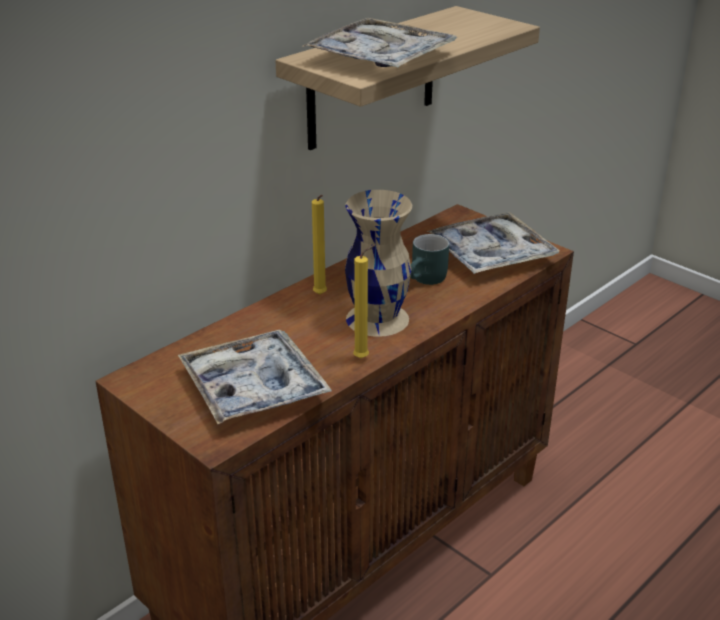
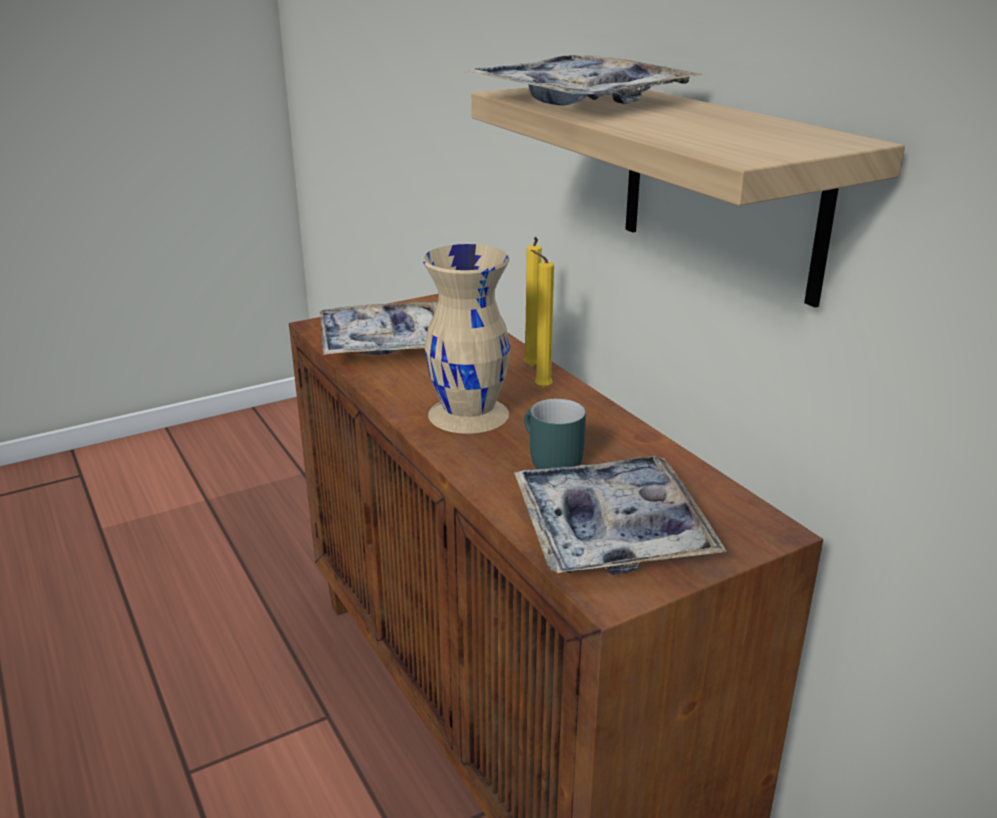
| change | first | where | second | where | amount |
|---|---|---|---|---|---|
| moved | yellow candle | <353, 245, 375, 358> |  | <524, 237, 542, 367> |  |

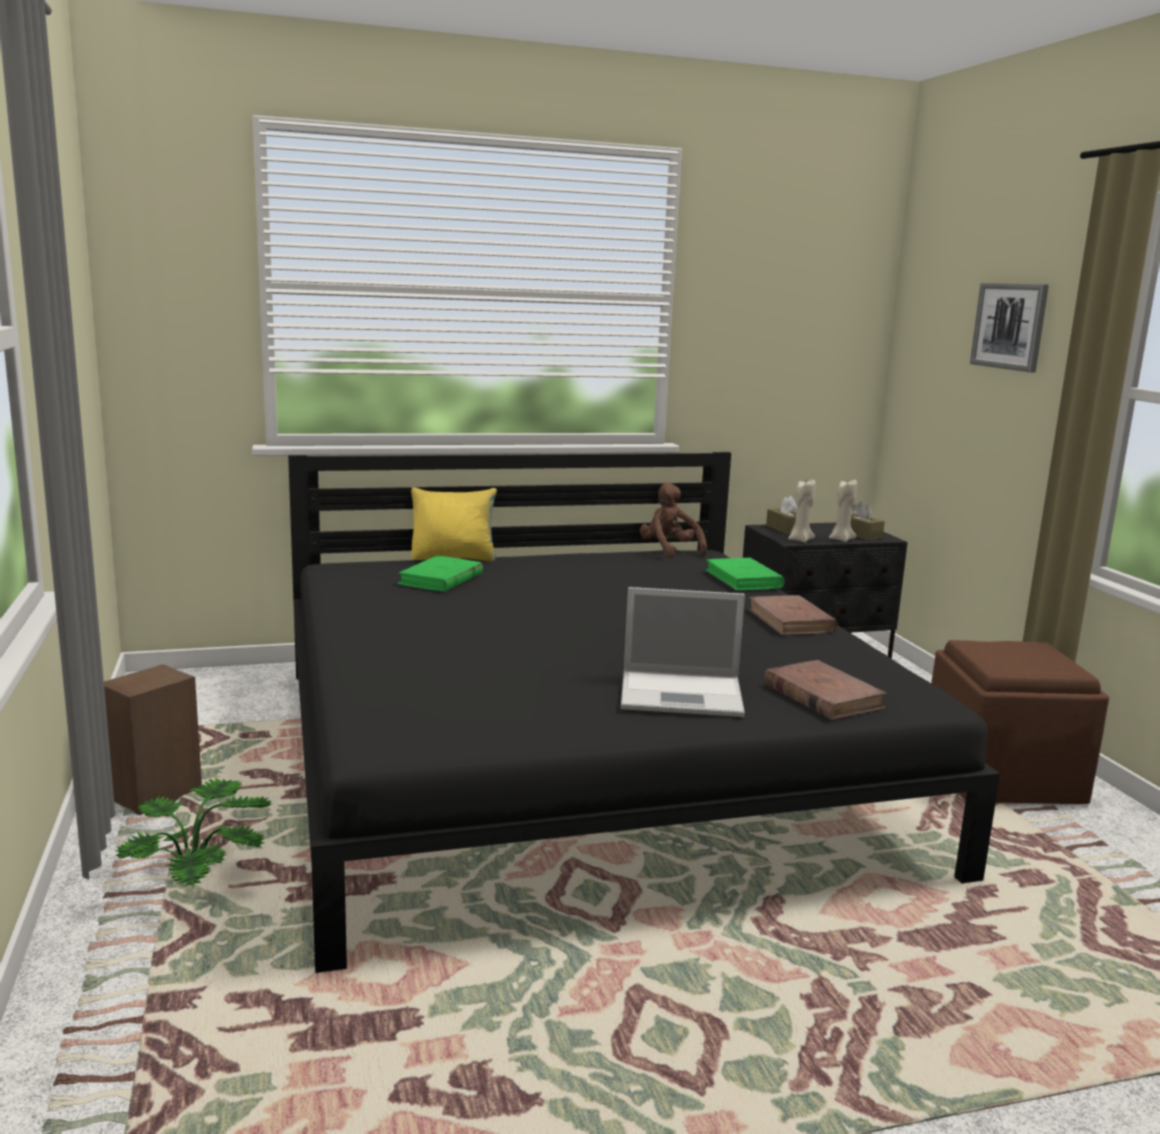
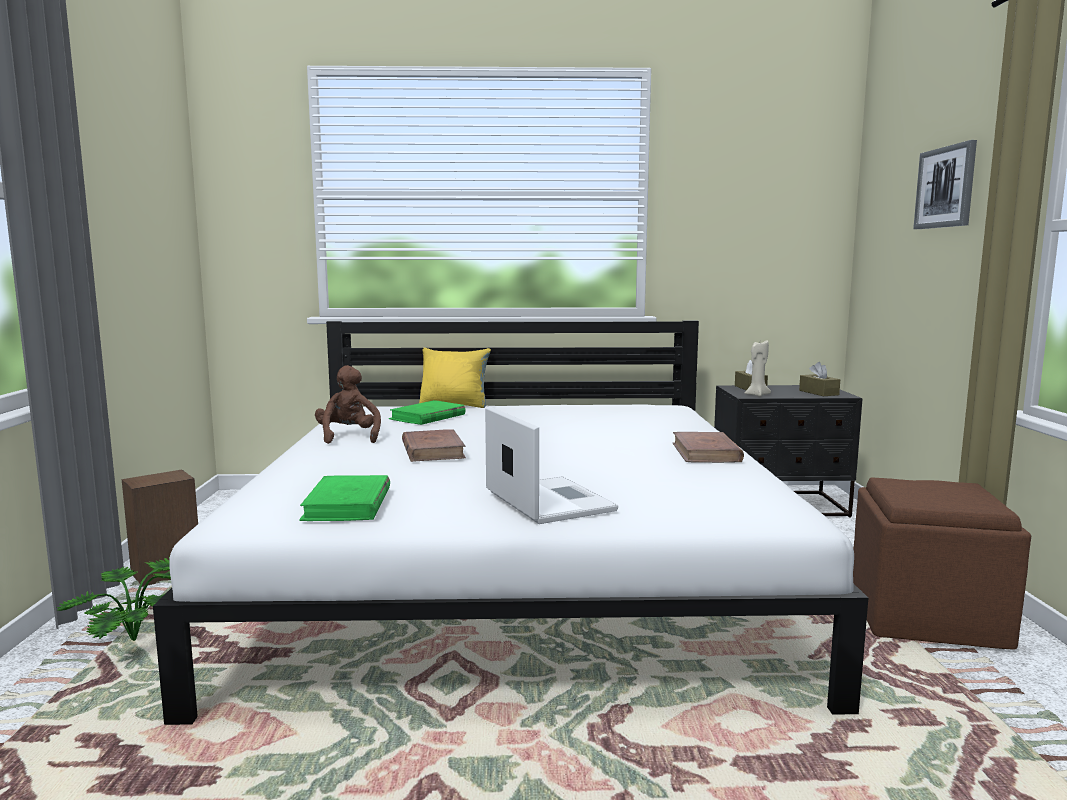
| change | first | where | second | where | amount |
|---|---|---|---|---|---|
| removed | beige candle | <829, 480, 857, 542> |  |  |  |
| moved | brown plush toy | <640, 483, 707, 558> |  | <315, 365, 381, 444> |  |
| moved | green book | <705, 558, 785, 590> |  | <299, 475, 390, 521> |  |
| moved | brown book | <764, 660, 887, 720> |  | <402, 429, 466, 462> |  |
| recoloured | black bed | <288, 452, 1000, 973> | white bed | <153, 321, 868, 725> |  |
| turned | laptop | <621, 587, 745, 717> |  | <485, 406, 618, 524> | 135 degrees counterclockwise |

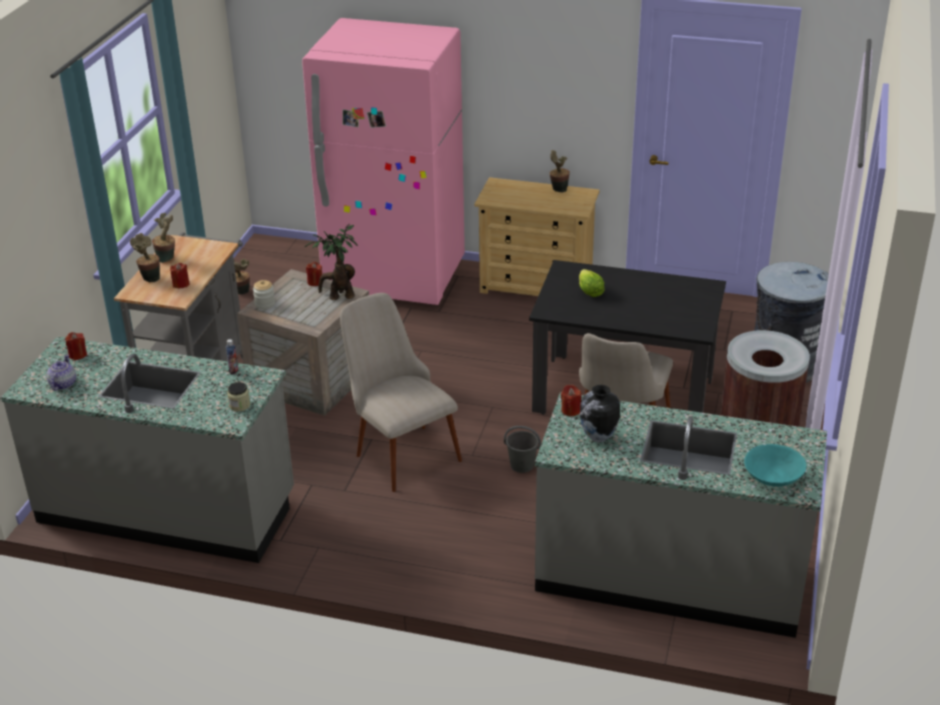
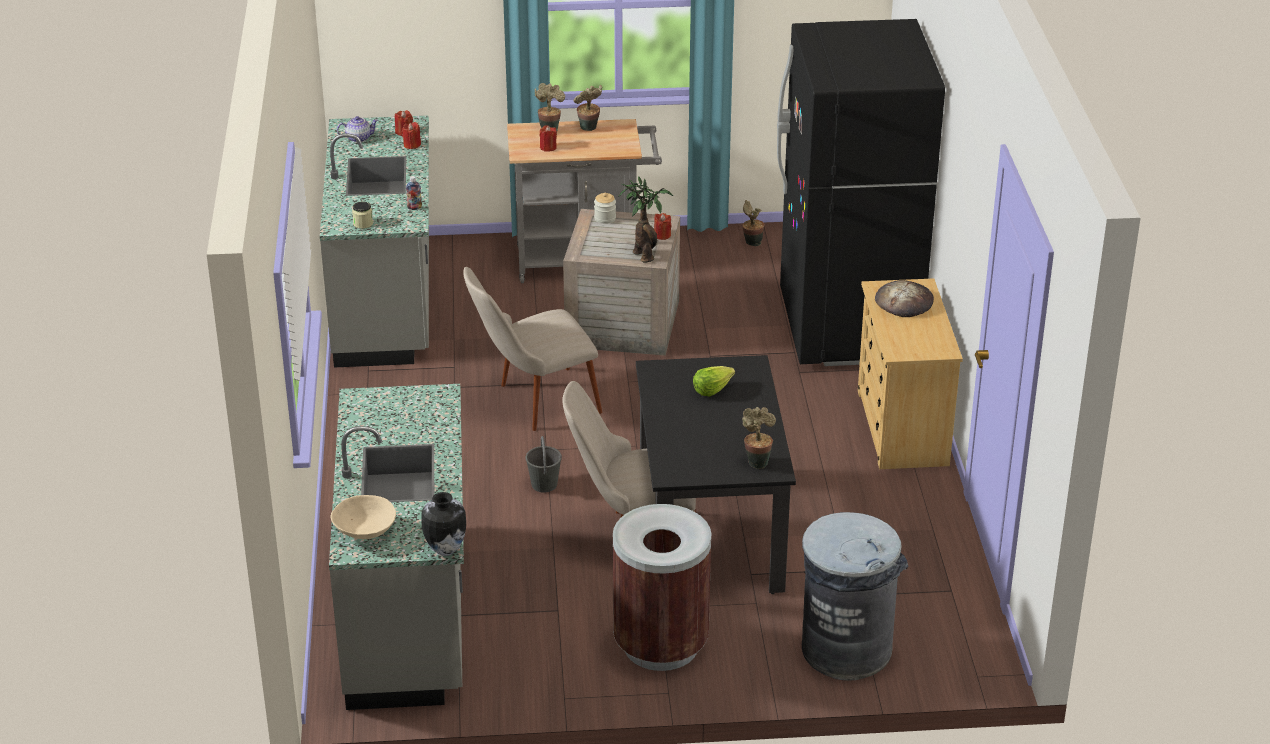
| change | first | where | second | where | amount |
|---|---|---|---|---|---|
| added |  |  | bread | <875, 280, 934, 317> |  |
| moved | potted plant | <549, 150, 570, 193> |  | <742, 407, 776, 469> |  |
| moved | red candle | <561, 385, 581, 416> |  | <401, 122, 421, 149> |  |
| moved | vase | <580, 385, 620, 442> |  | <421, 492, 466, 556> |  |
| recoloured | pink fridge | <302, 18, 465, 305> | black fridge | <777, 19, 945, 366> |  |
| recoloured | turquoise bowl | <744, 444, 806, 487> | beige bowl | <331, 495, 396, 539> |  |
| turned | beige chair | <340, 293, 462, 492> |  | <463, 267, 602, 431> | 150 degrees counterclockwise |

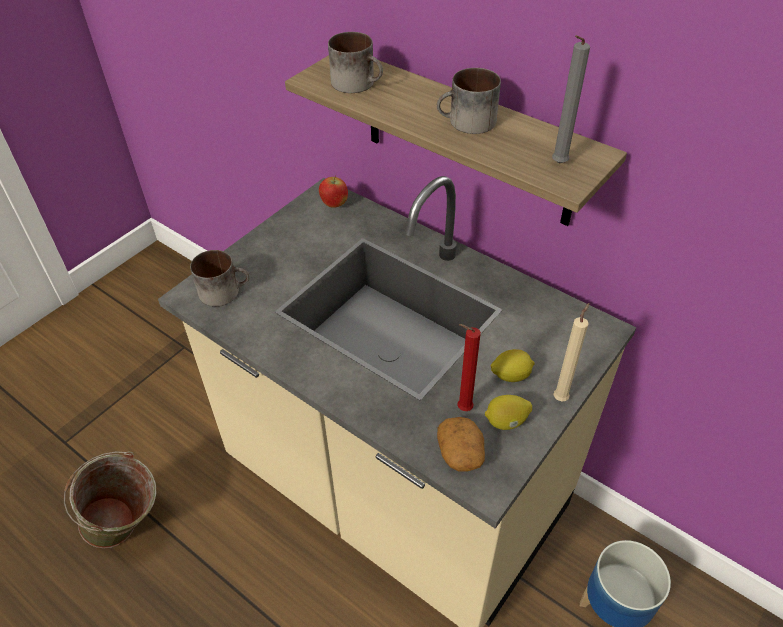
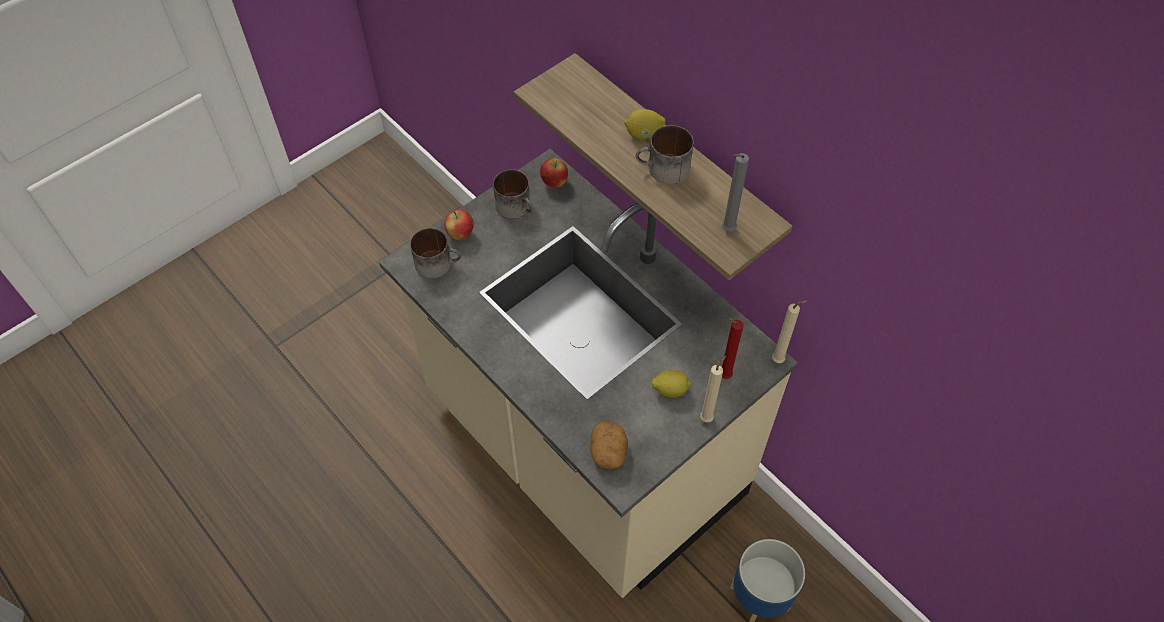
| change | first | where | second | where | amount |
|---|---|---|---|---|---|
| removed | green bucket | <64, 451, 157, 548> |  |  |  |
| added |  |  | apple | <444, 209, 474, 240> |  |
| added |  |  | beige candle | <772, 300, 808, 363> |  |
| moved | mug | <328, 32, 383, 93> |  | <493, 170, 534, 219> |  |
| moved | red candle | <457, 324, 481, 411> |  | <722, 318, 744, 379> |  |
| moved | lemon | <485, 395, 532, 430> |  | <624, 109, 665, 139> |  |

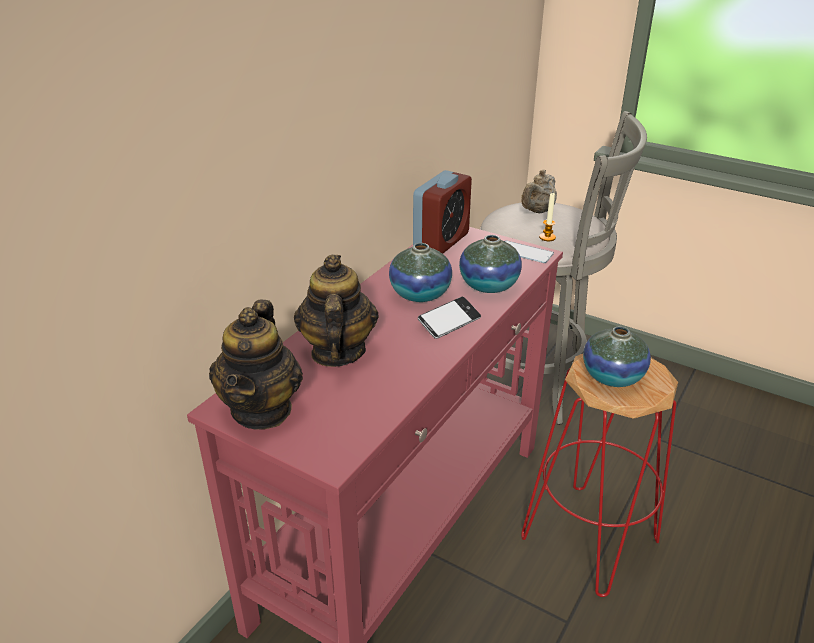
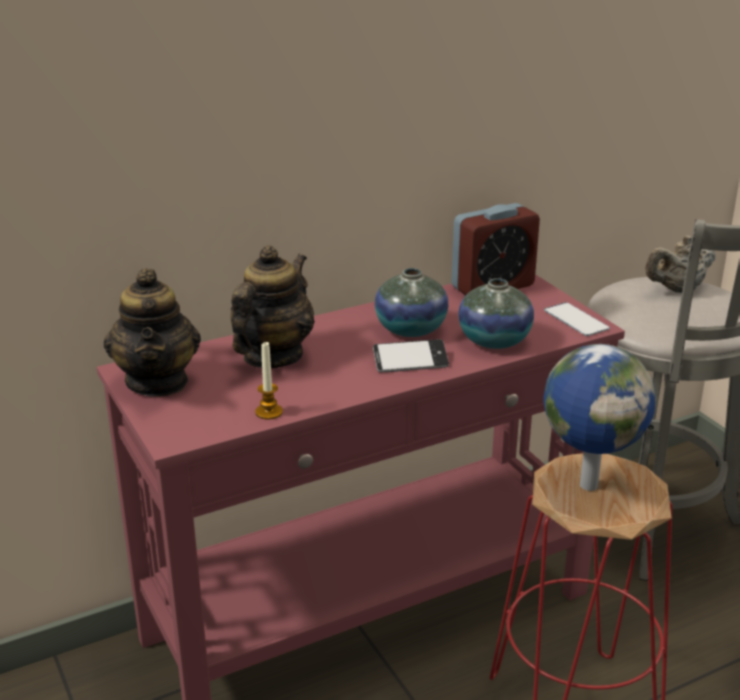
| change | first | where | second | where | amount |
|---|---|---|---|---|---|
| moved | candle | <539, 193, 556, 241> |  | <255, 342, 283, 420> |  |
| replaced | vase | <583, 326, 651, 387> | globe | <544, 344, 656, 491> |  |
| turned | teapot | <209, 300, 303, 430> |  | <104, 268, 201, 397> | 45 degrees counterclockwise |

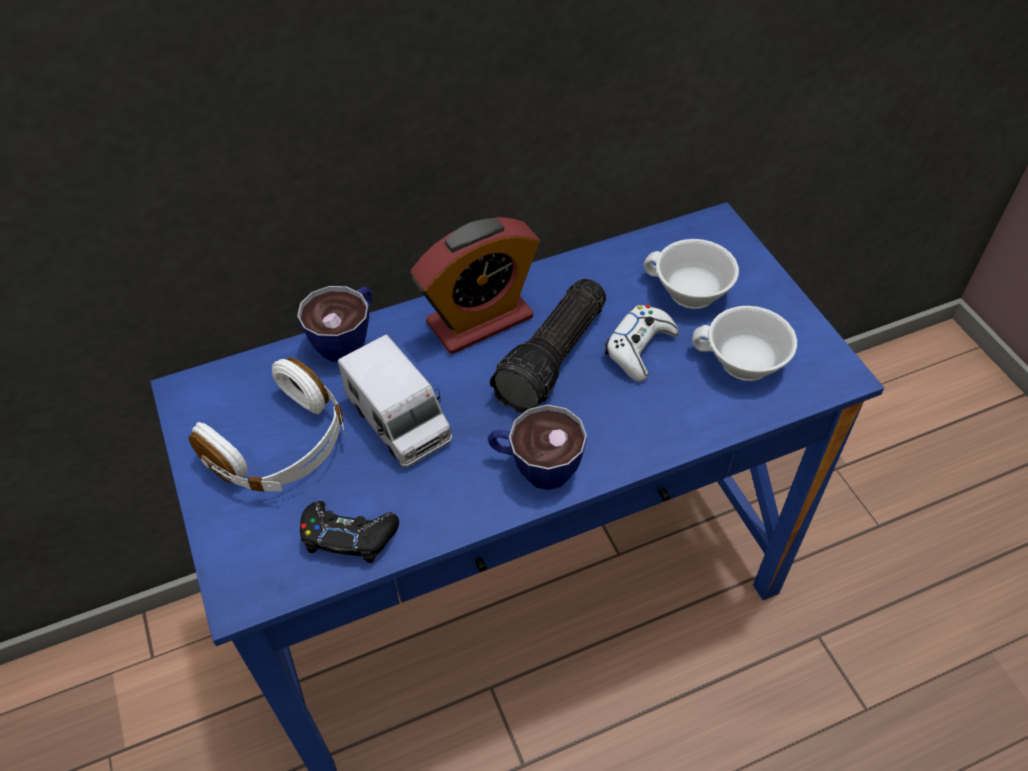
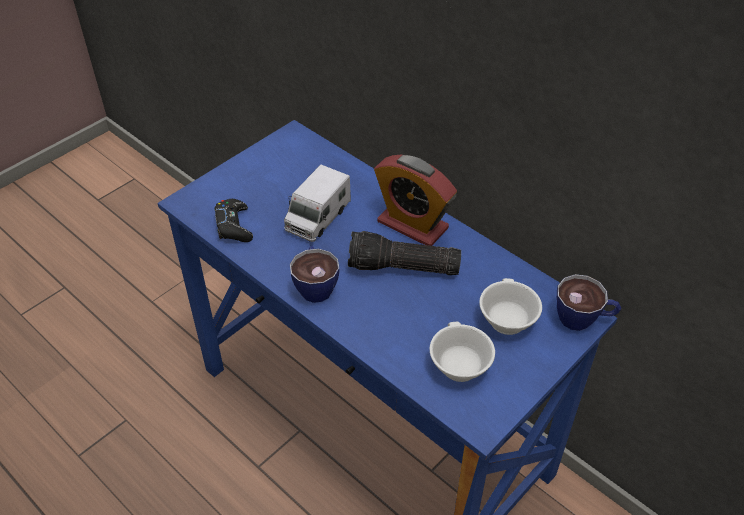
| change | first | where | second | where | amount |
|---|---|---|---|---|---|
| removed | white headphones | <188, 357, 345, 492> |  |  |  |
| removed | white game controller | <605, 305, 678, 382> |  |  |  |
| moved | cup | <297, 286, 372, 362> |  | <557, 274, 621, 331> |  |

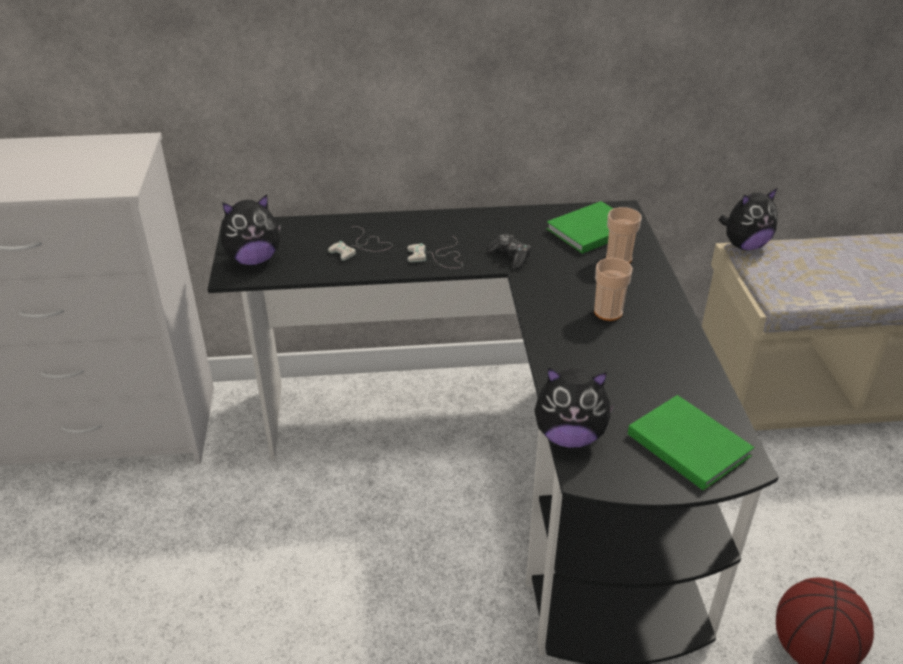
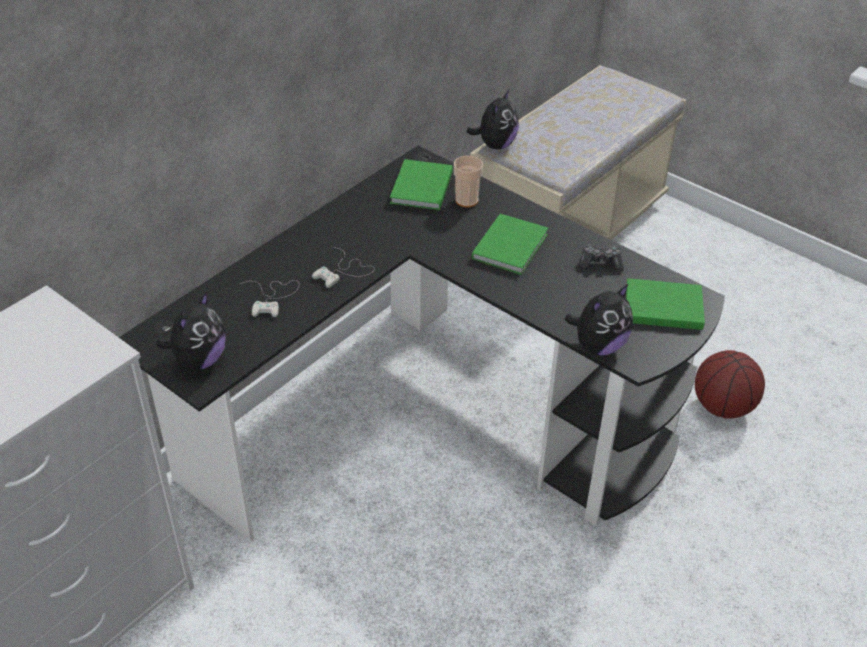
| change | first | where | second | where | amount |
|---|---|---|---|---|---|
| moved | game controller | <486, 234, 531, 270> |  | <579, 244, 624, 272> |  |
| replaced | cup | <594, 258, 633, 321> | green book | <472, 214, 548, 275> |  |

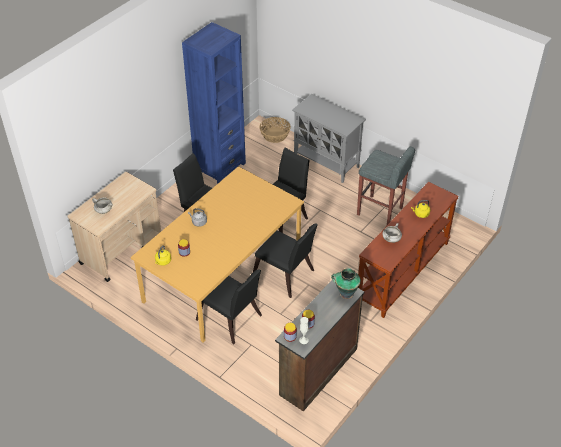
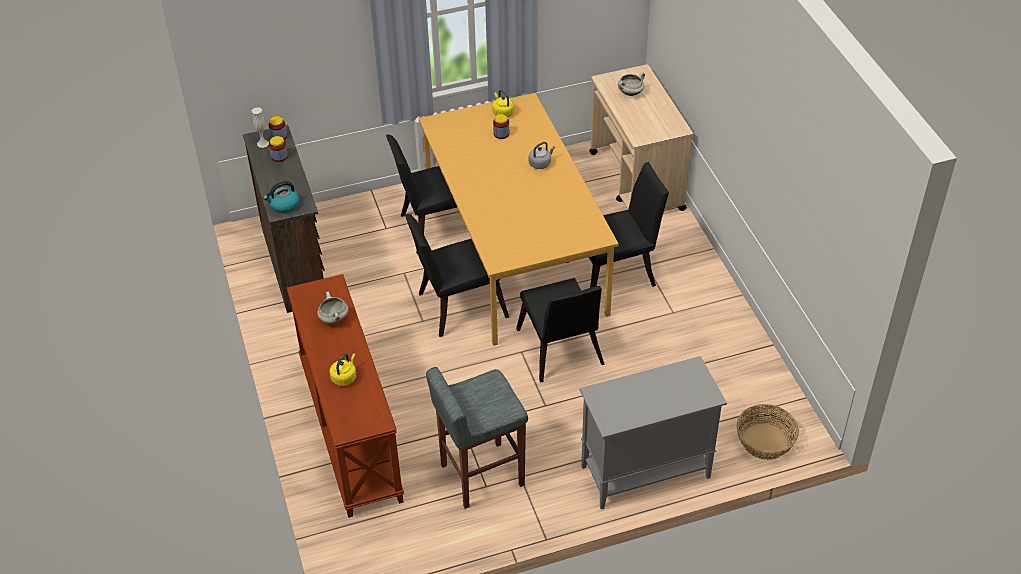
| change | first | where | second | where | amount |
|---|---|---|---|---|---|
| removed | blue bookcase | <182, 22, 246, 184> |  |  |  |
| replaced | vase | <331, 268, 361, 299> | kettle | <263, 181, 299, 213> |  |

